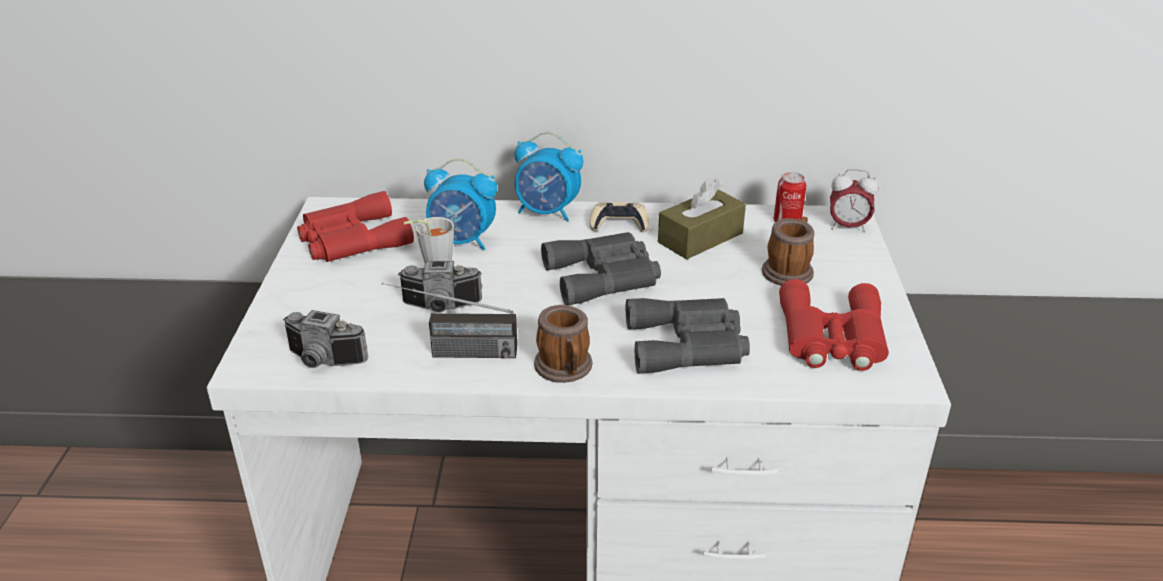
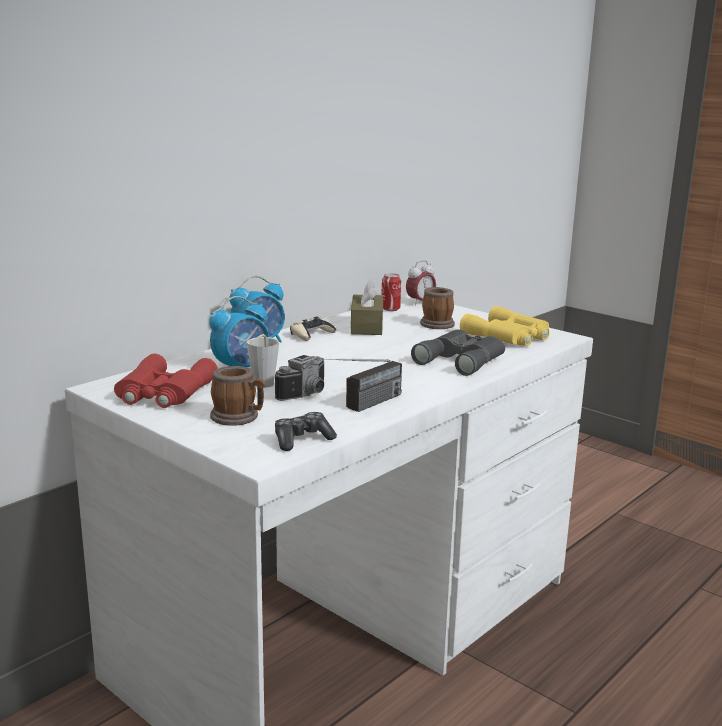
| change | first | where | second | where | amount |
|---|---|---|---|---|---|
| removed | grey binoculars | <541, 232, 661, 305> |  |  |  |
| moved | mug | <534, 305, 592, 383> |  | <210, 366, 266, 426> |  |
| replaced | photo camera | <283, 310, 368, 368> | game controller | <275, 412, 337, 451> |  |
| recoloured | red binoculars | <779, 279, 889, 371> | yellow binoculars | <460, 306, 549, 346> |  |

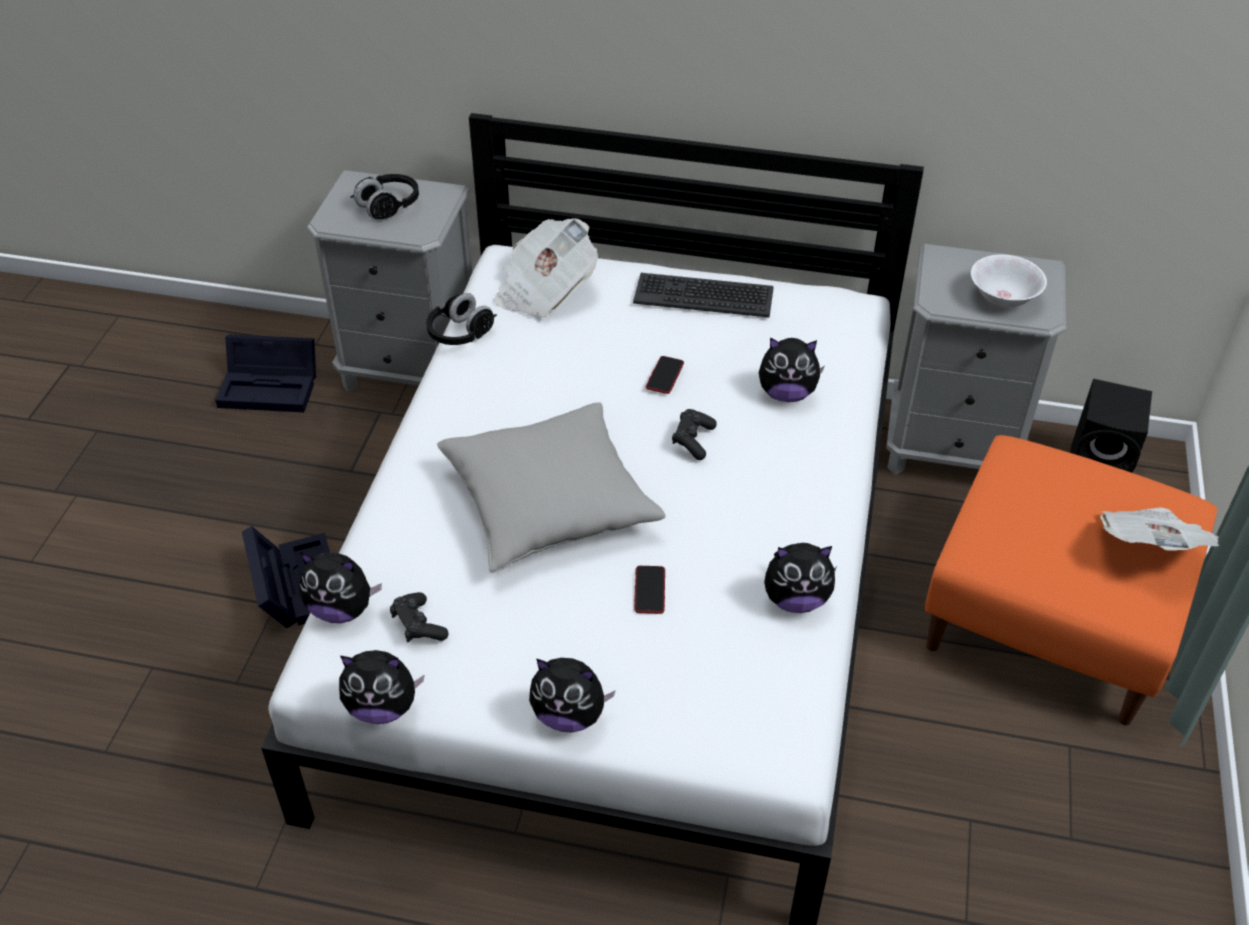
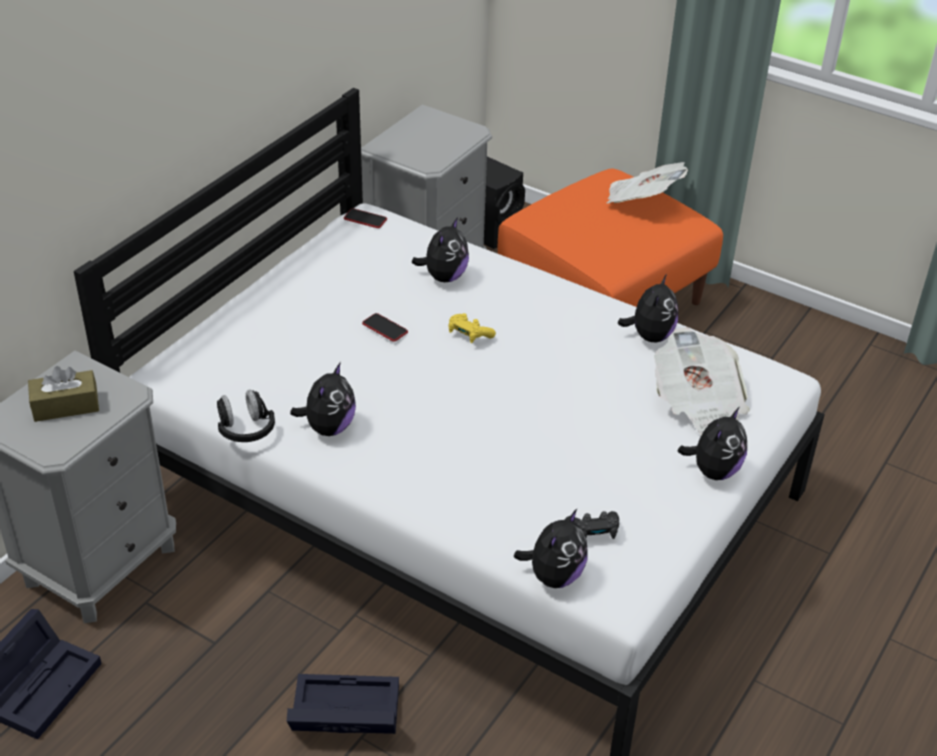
| change | first | where | second | where | amount |
|---|---|---|---|---|---|
| removed | grey pillow | <437, 402, 666, 573> |  |  |  |
| removed | keyboard | <633, 273, 774, 317> |  |  |  |
| removed | white bowl | <971, 254, 1047, 308> |  |  |  |
| moved | plush toy | <339, 650, 425, 724> |  | <290, 362, 356, 436> |  |
| moved | newspaper | <494, 218, 598, 318> |  | <654, 328, 750, 435> |  |
| moved | phone | <634, 566, 665, 614> |  | <344, 208, 387, 228> |  |
| replaced | black headphones | <350, 174, 419, 219> | brown tissue box | <28, 366, 99, 422> |  |
| recoloured | black game controller | <672, 409, 717, 460> | yellow game controller | <448, 313, 496, 343> |  |

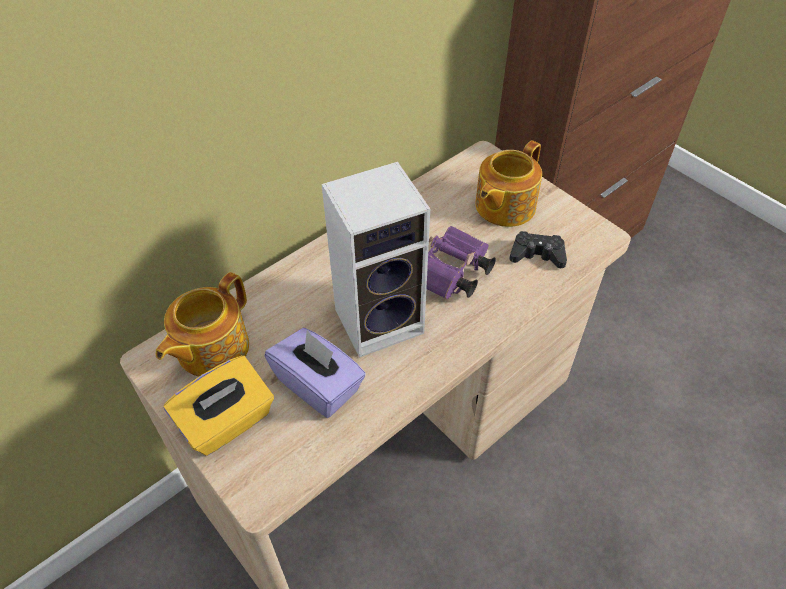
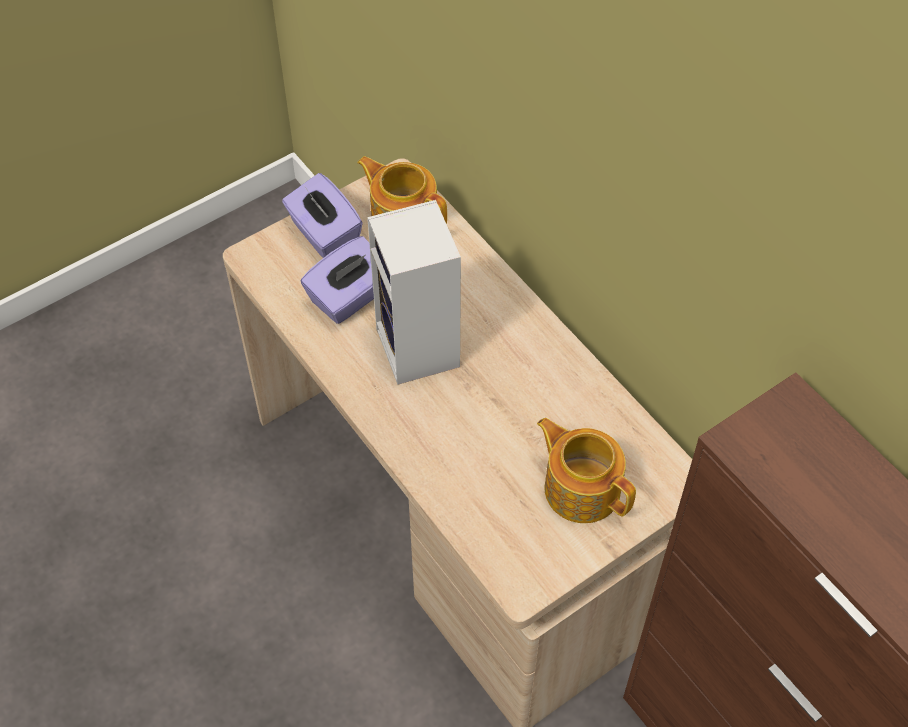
| change | first | where | second | where | amount |
|---|---|---|---|---|---|
| removed | purple binoculars | <426, 226, 496, 299> |  |  |  |
| removed | black game controller | <509, 231, 567, 268> |  |  |  |
| recoloured | yellow tissue box | <164, 355, 274, 456> | purple tissue box | <282, 173, 363, 258> |  |

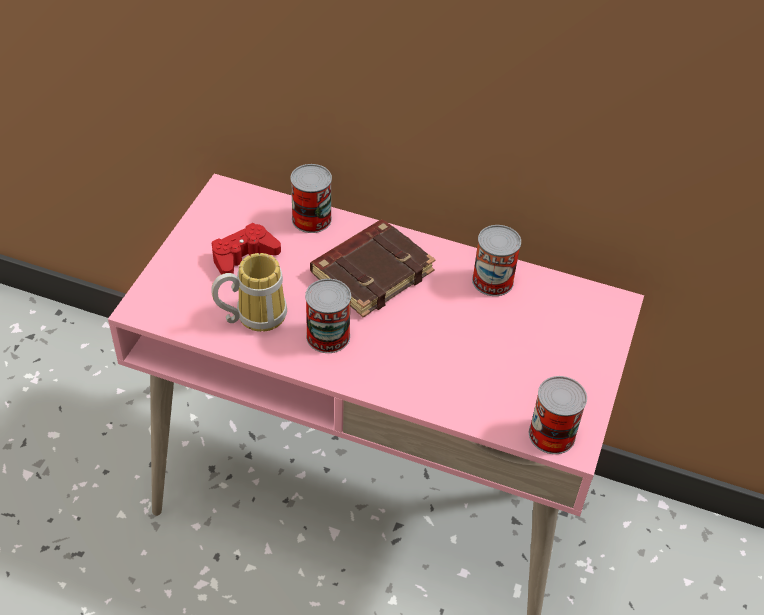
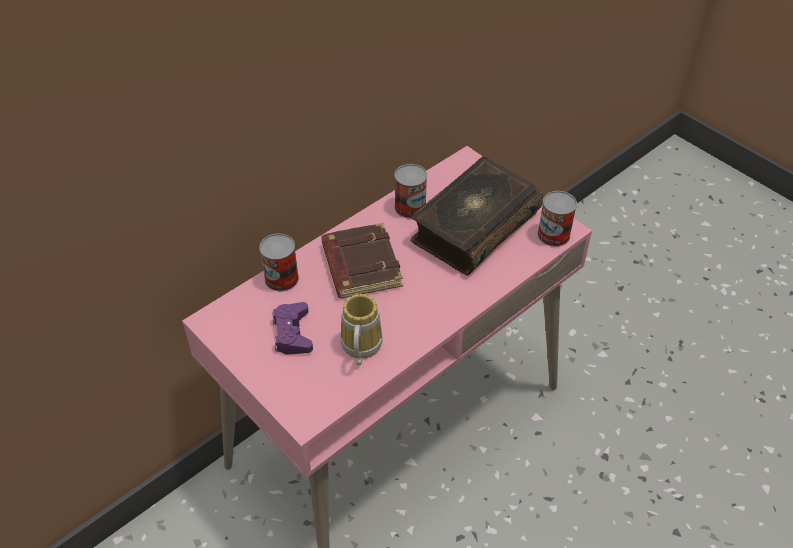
| change | first | where | second | where | amount |
|---|---|---|---|---|---|
| removed | can | <305, 279, 351, 353> |  |  |  |
| added |  |  | book | <410, 156, 544, 275> |  |
| recoloured | red game controller | <212, 223, 281, 275> | purple game controller | <272, 302, 313, 355> |  |

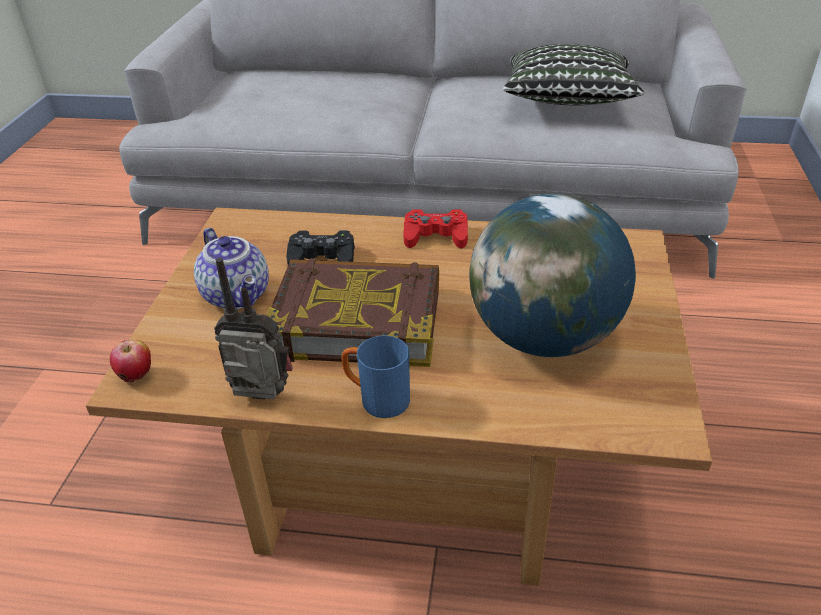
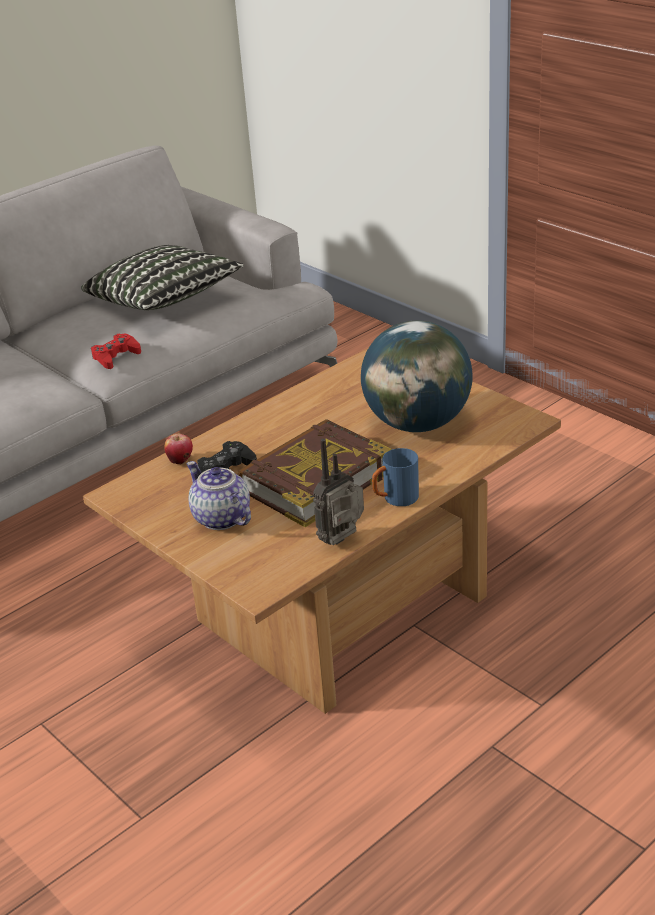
| change | first | where | second | where | amount |
|---|---|---|---|---|---|
| moved | apple | <110, 339, 151, 382> |  | <164, 434, 193, 464> |  |
| moved | red game controller | <403, 209, 468, 249> |  | <91, 334, 141, 369> |  |
| turned | teapot | <194, 228, 269, 309> |  | <186, 461, 251, 530> | 135 degrees counterclockwise |

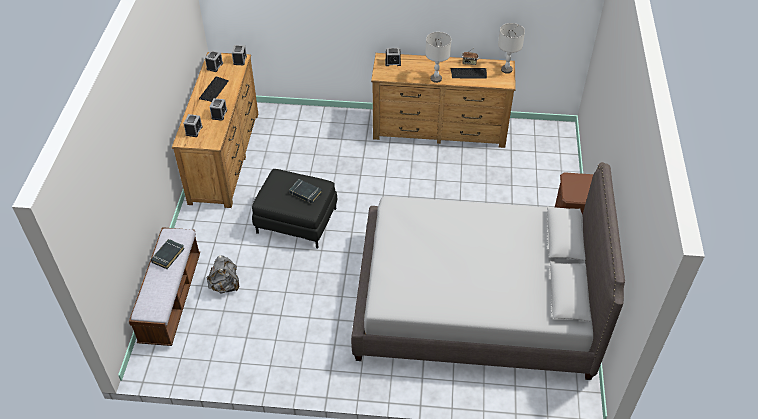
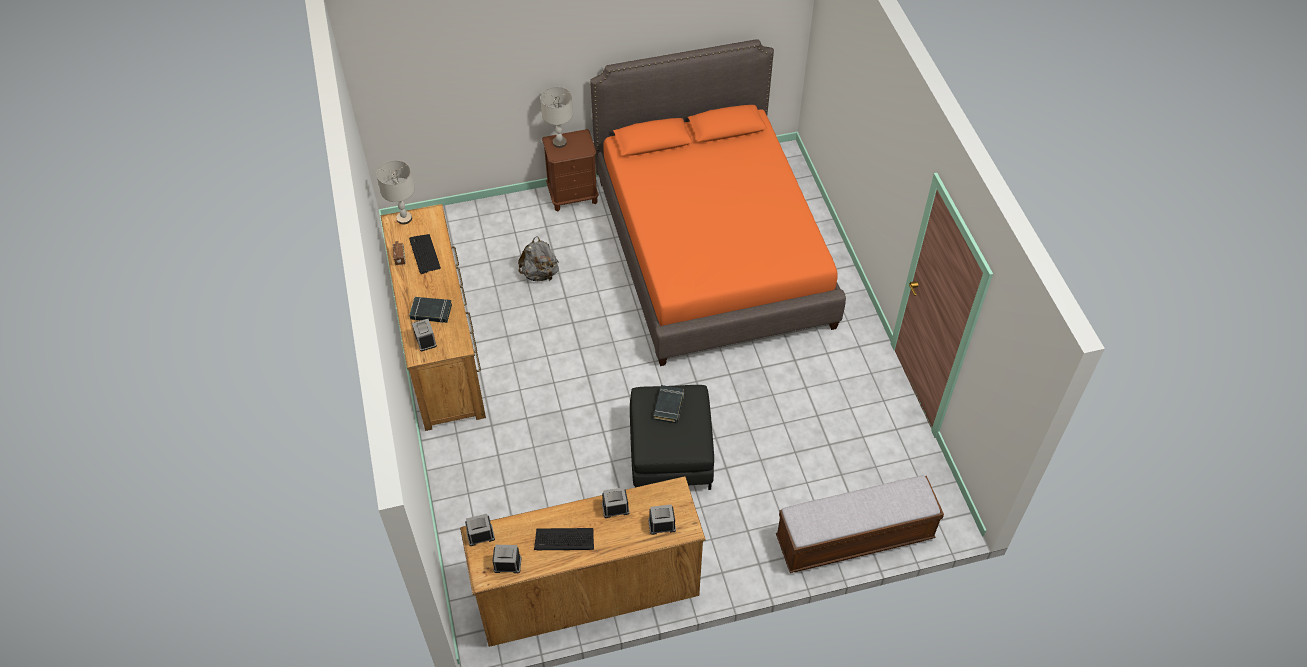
| change | first | where | second | where | amount |
|---|---|---|---|---|---|
| moved | black book | <151, 239, 185, 269> |  | <409, 297, 452, 323> |  |
| moved | grey backpack | <207, 255, 239, 294> |  | <518, 236, 559, 282> |  |
| moved | grey table lamp | <425, 32, 451, 83> |  | <540, 87, 573, 148> |  |
| recoloured | grey bed | <351, 162, 625, 380> | orange bed | <590, 39, 846, 366> |  |

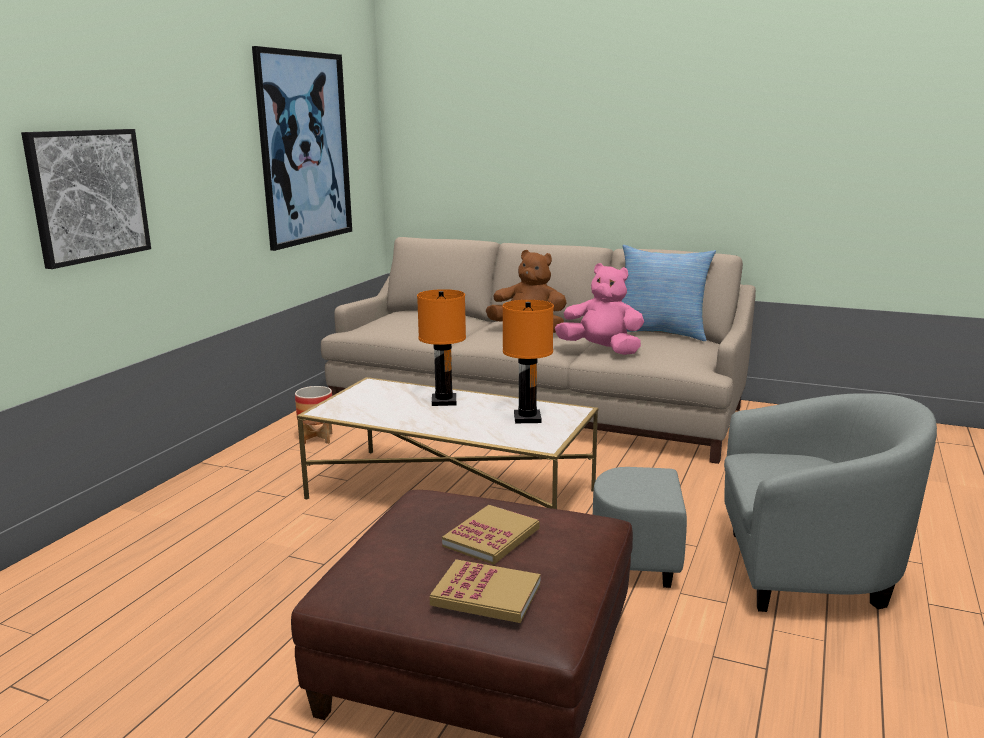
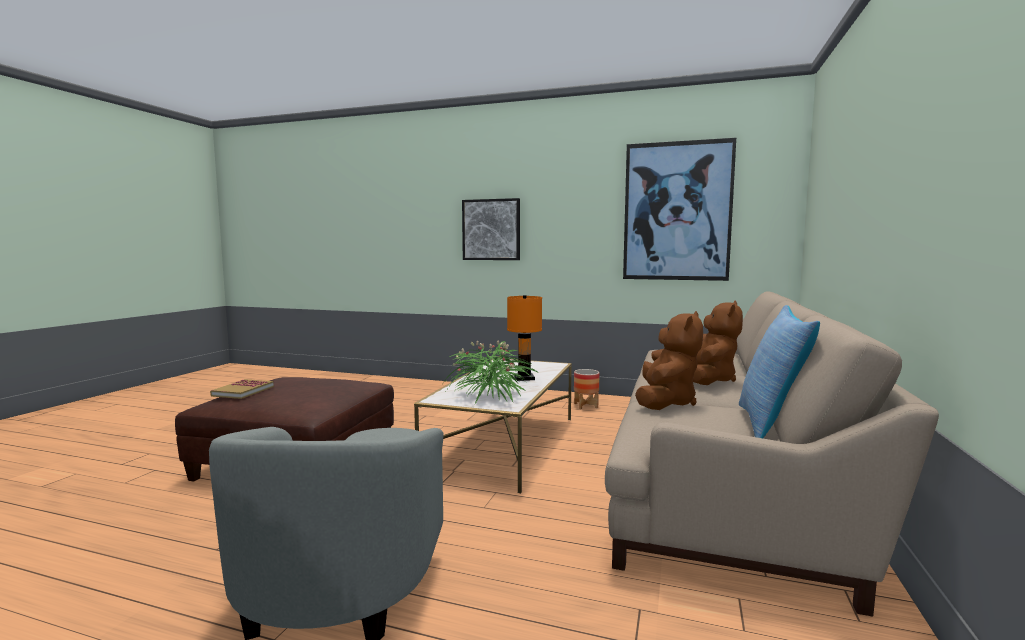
| change | first | where | second | where | amount |
|---|---|---|---|---|---|
| removed | book | <442, 505, 540, 565> |  |  |  |
| replaced | orange table lamp | <503, 300, 554, 423> | potted plant | <442, 341, 539, 404> |  |
| recoloured | pink plush toy | <555, 263, 644, 355> | brown plush toy | <635, 311, 703, 410> |  |

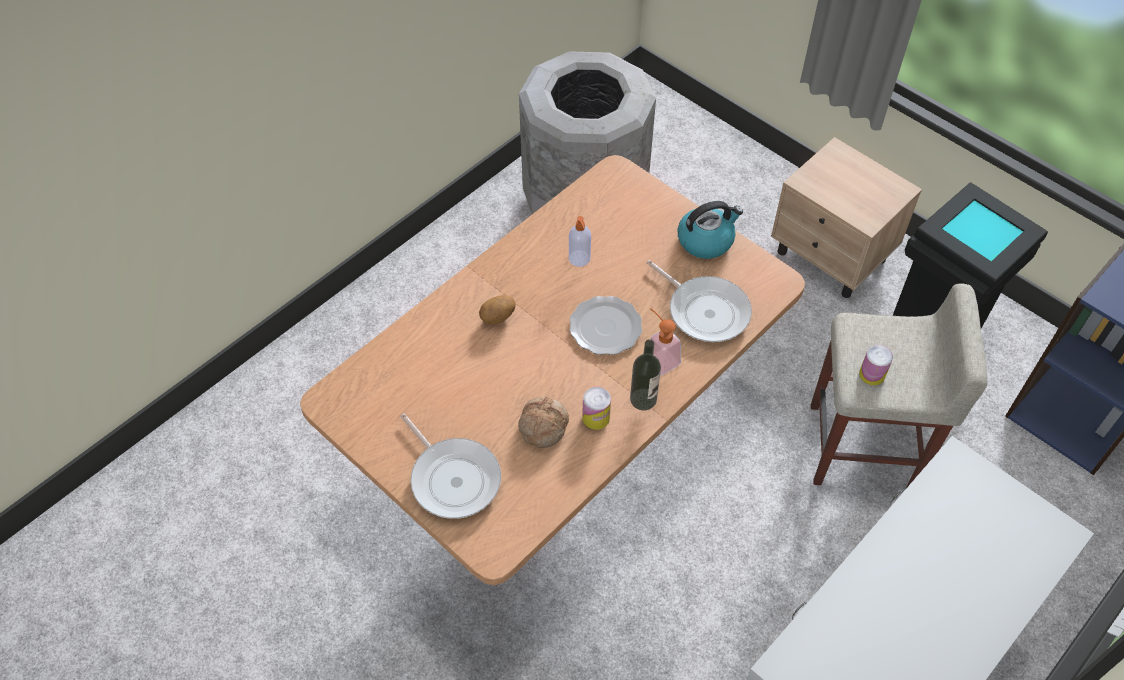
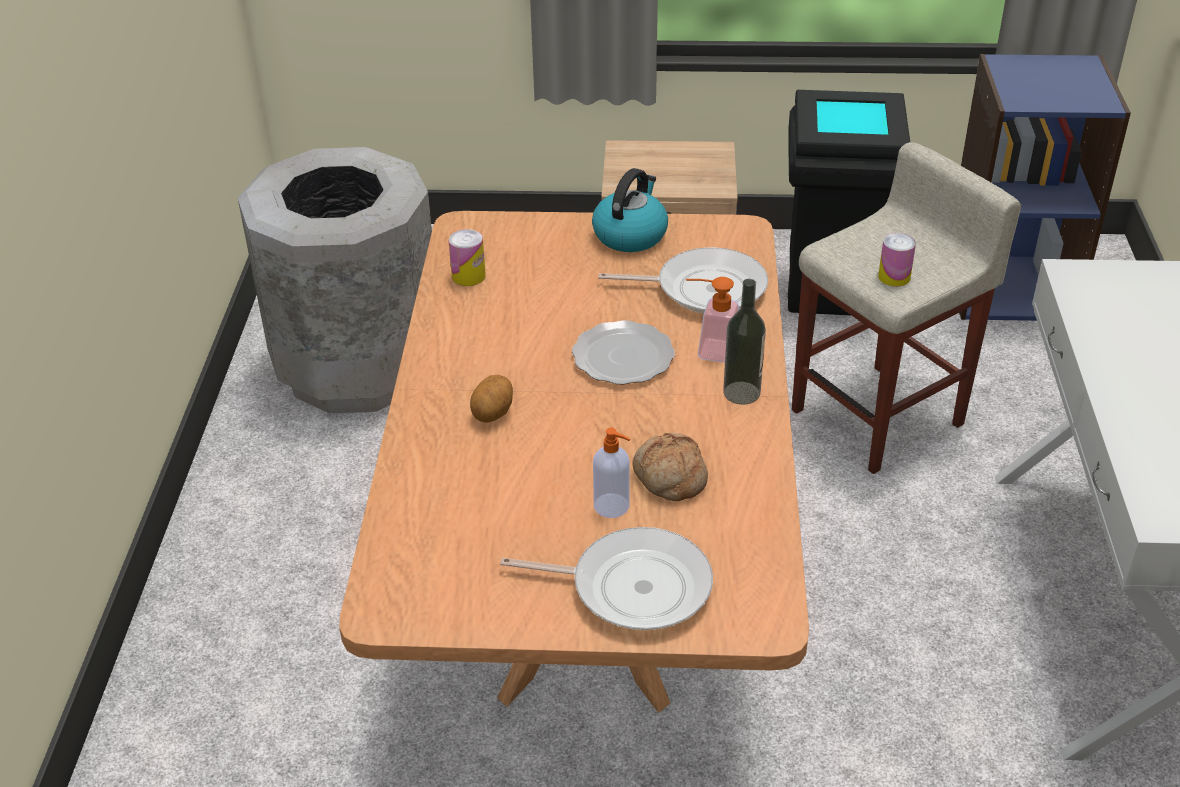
| change | first | where | second | where | amount |
|---|---|---|---|---|---|
| moved | soap dispenser | <569, 216, 591, 267> |  | <593, 428, 630, 518> |  |
| moved | can | <582, 387, 611, 430> |  | <448, 229, 486, 286> |  |

